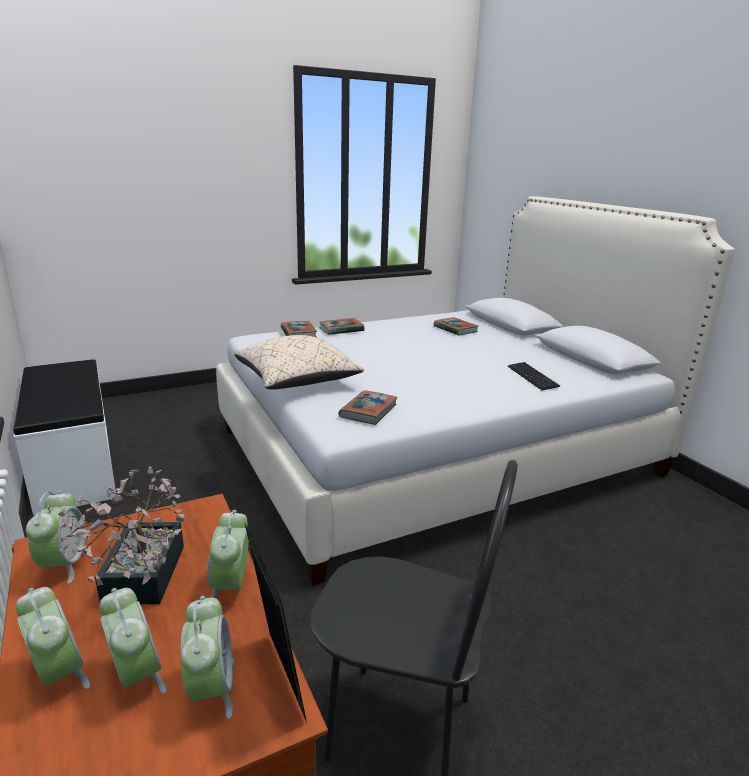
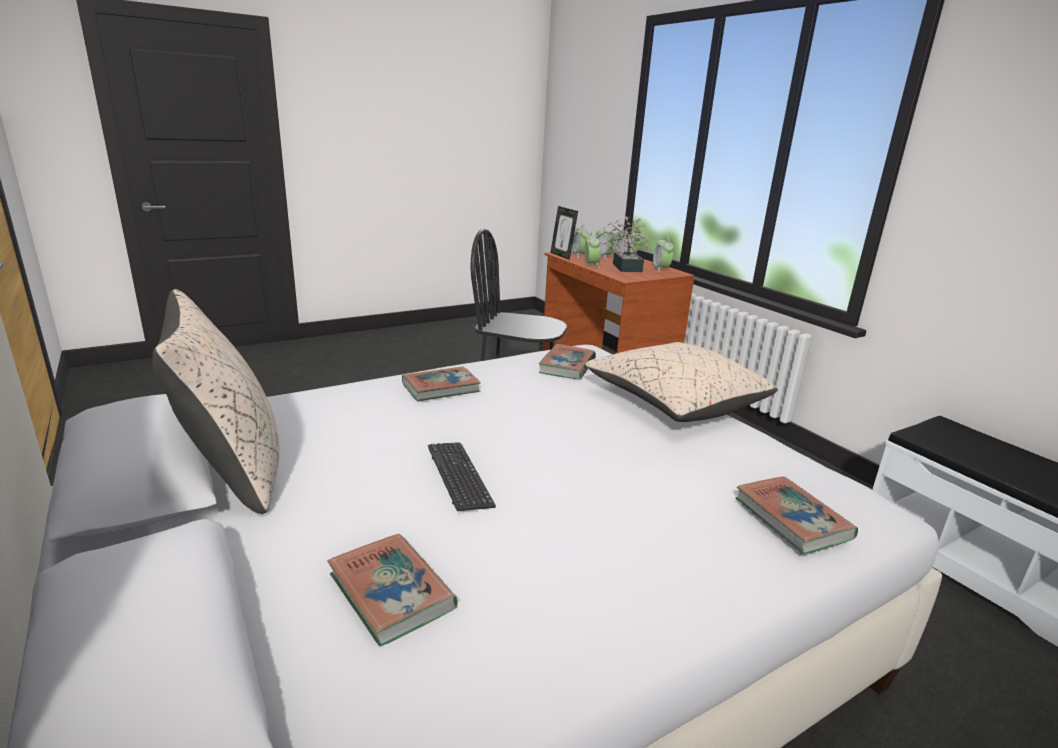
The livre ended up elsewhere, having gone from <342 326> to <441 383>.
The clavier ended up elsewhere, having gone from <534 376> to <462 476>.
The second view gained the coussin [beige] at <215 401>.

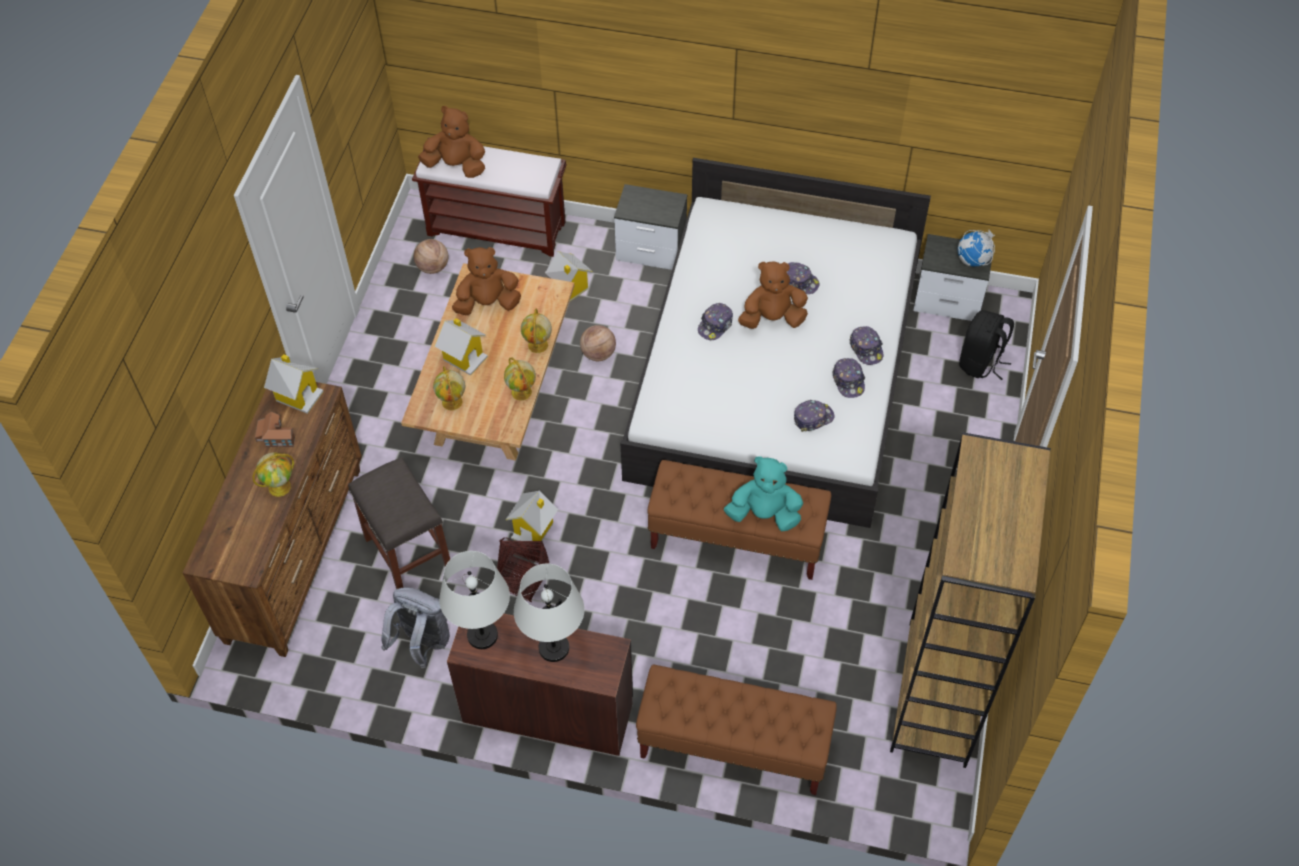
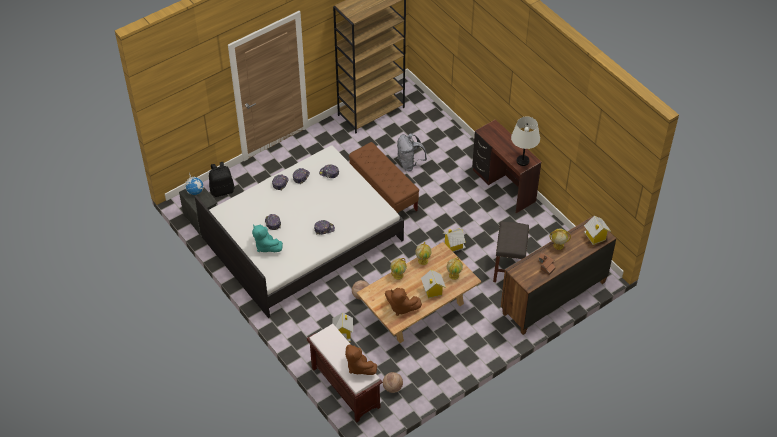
The second view lost the table de chevet at <650 227>.
The second view lost the peluche [marron] at <773 295>.
The maison miniature ended up elsewhere, having gone from <294 384> to <597 230>.
The peluche [turquoise] ended up elsewhere, having gone from <763 493> to <267 238>.
The second view lost the panier at <523 569>.
The second view lost the lampe de table [blanc] at <549 613>.
The sac à dos [gris] ended up elsewhere, having gone from <415 628> to <412 152>.
The second view lost the banc [marron] at <736 730>.

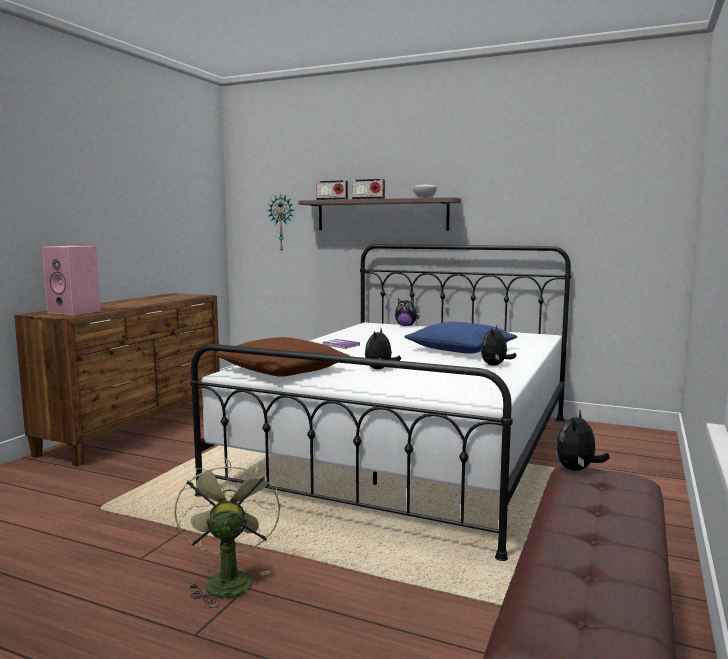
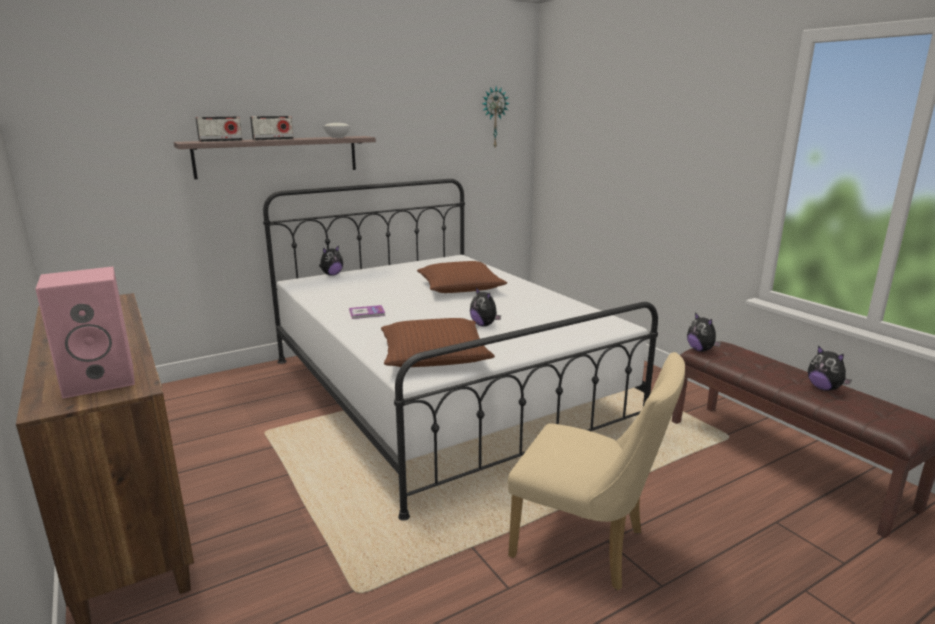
The horloge murale ended up elsewhere, having gone from <280 223> to <495 116>.
What was the coussin [bleu] at <460 338> turned into the coussin [marron] at <462 277>.
The peluche ended up elsewhere, having gone from <499 345> to <830 368>.
Where the ventilateur [vert] stood at <227 533>, the chaise [beige] came to stand at <596 471>.

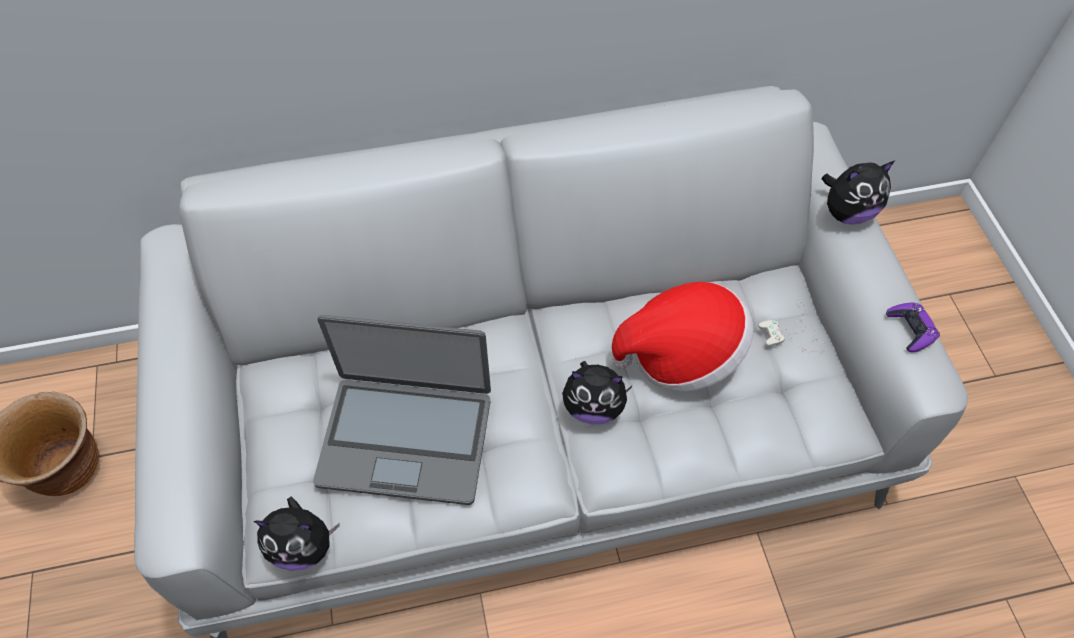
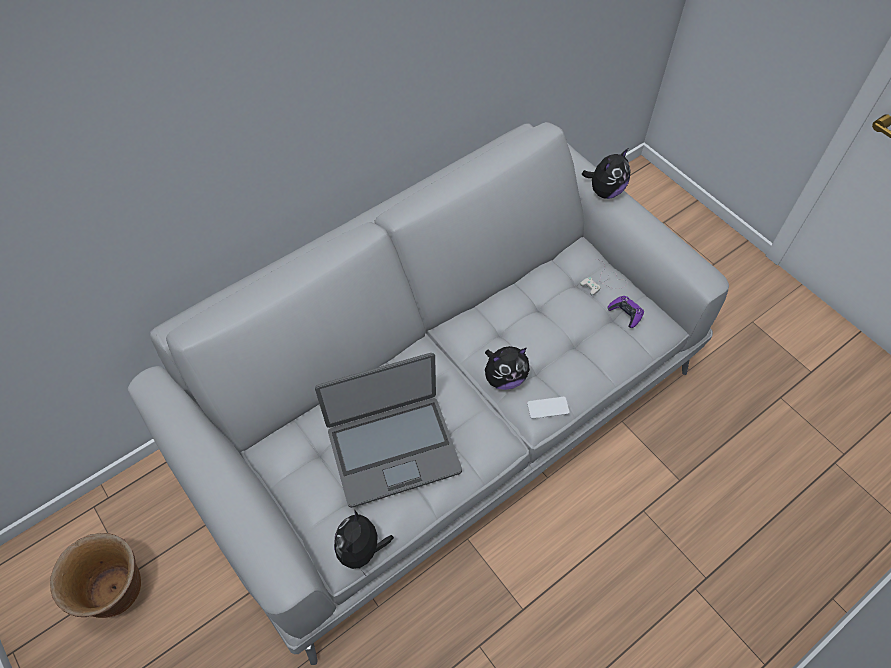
The second view lost the chapeau at <682 336>.
The manette [violet] ended up elsewhere, having gone from <913 327> to <626 312>.
The peluche at <296 534> ended up facing another way, 120 degrees clockwise from before.
The second view gained the téléphone at <548 408>.

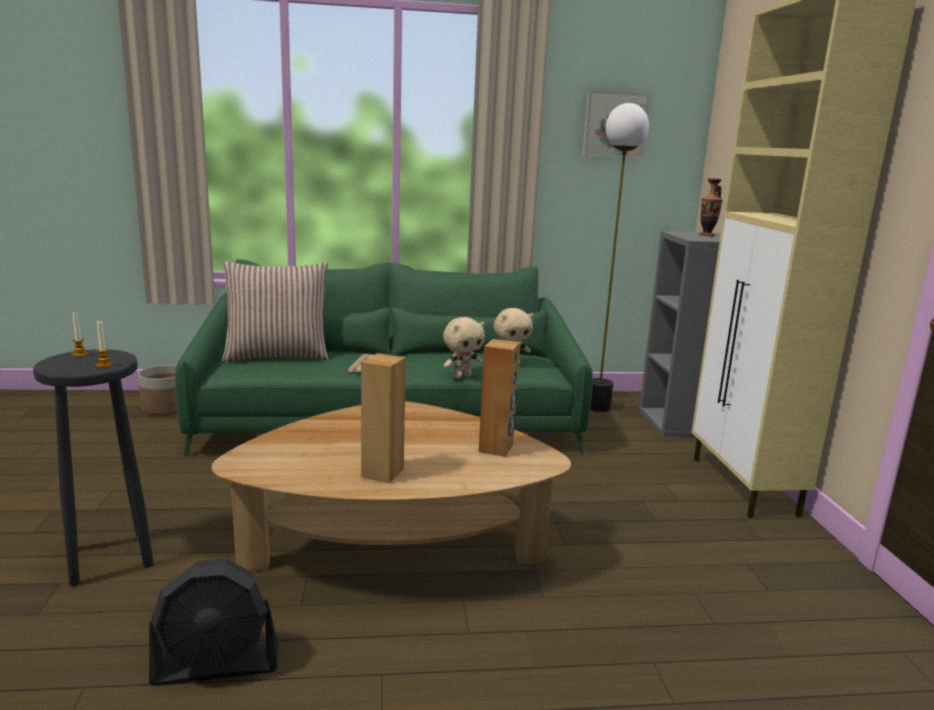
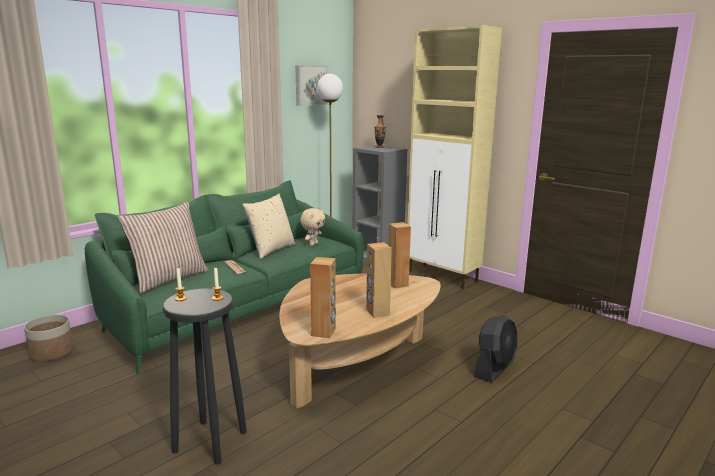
The second view lost the peluche [beige] at <464 348>.
The ventilateur [noir] ended up elsewhere, having gone from <213 622> to <495 349>.
The second view gained the coussin [beige] at <268 226>.
The second view gained the enceinte [marron] at <323 297>.

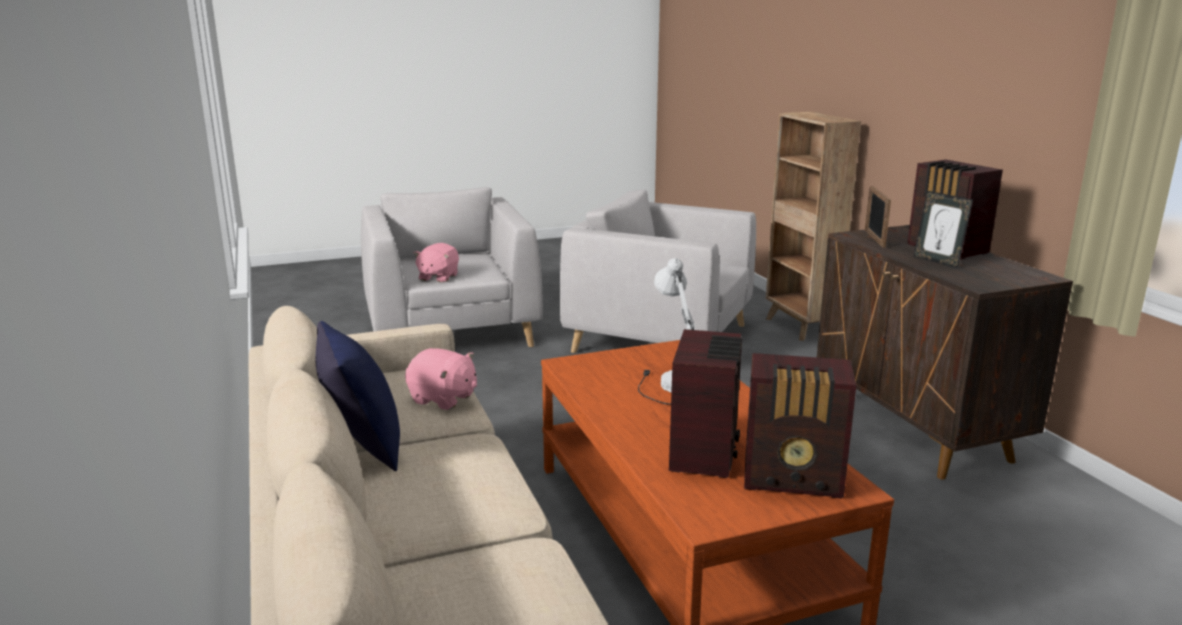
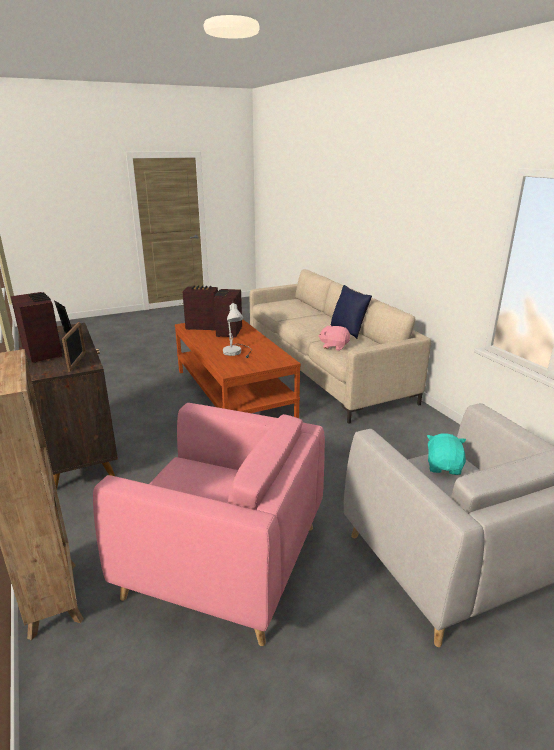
What was the fauteuil [gris] at <658 271> turned into the fauteuil [rose] at <209 524>.
What was the peluche [rose] at <436 263> turned into the peluche [turquoise] at <446 454>.

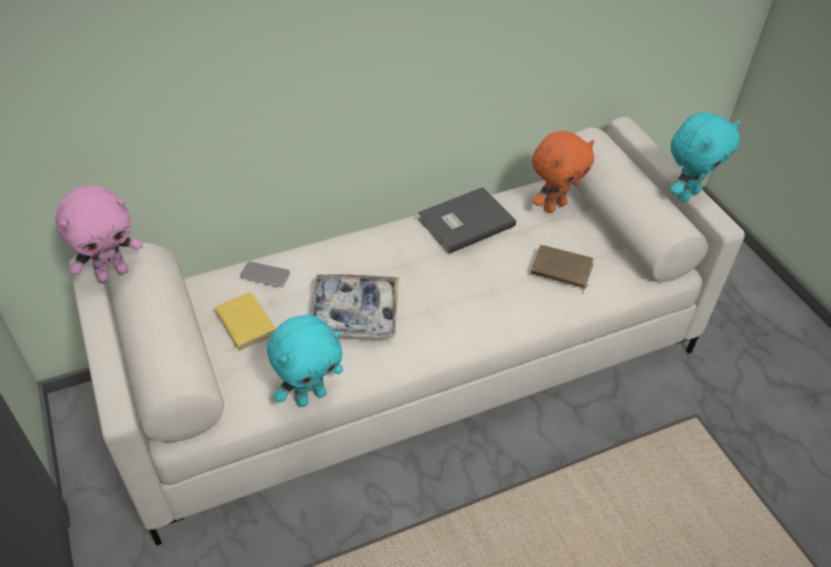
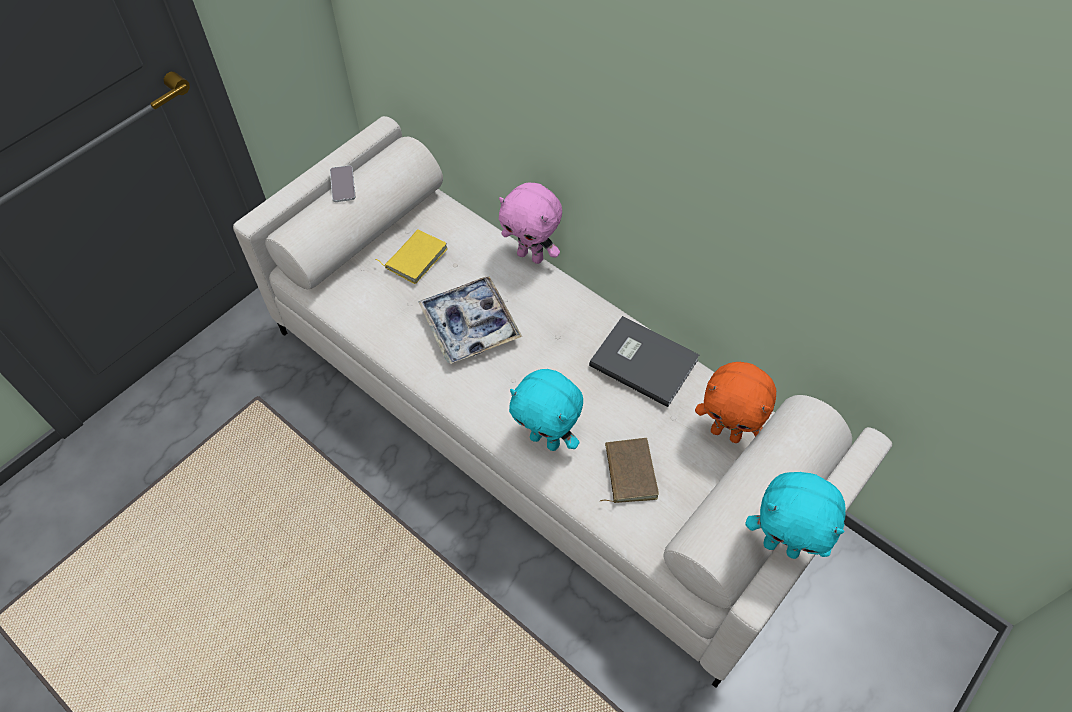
The peluche [rose] ended up elsewhere, having gone from <99 234> to <530 223>.
The téléphone ended up elsewhere, having gone from <265 274> to <342 183>.
The peluche [turquoise] ended up elsewhere, having gone from <305 361> to <546 410>.

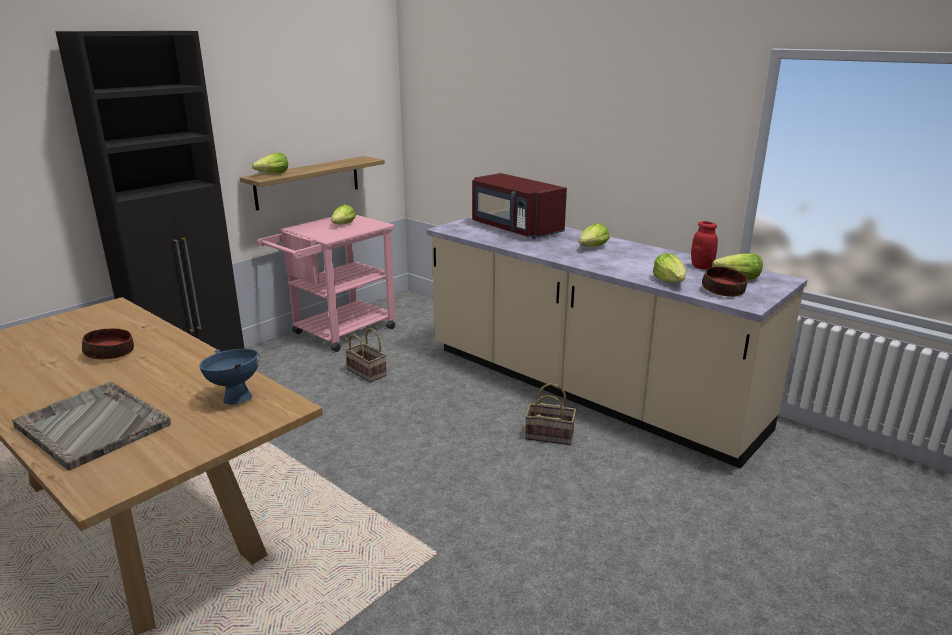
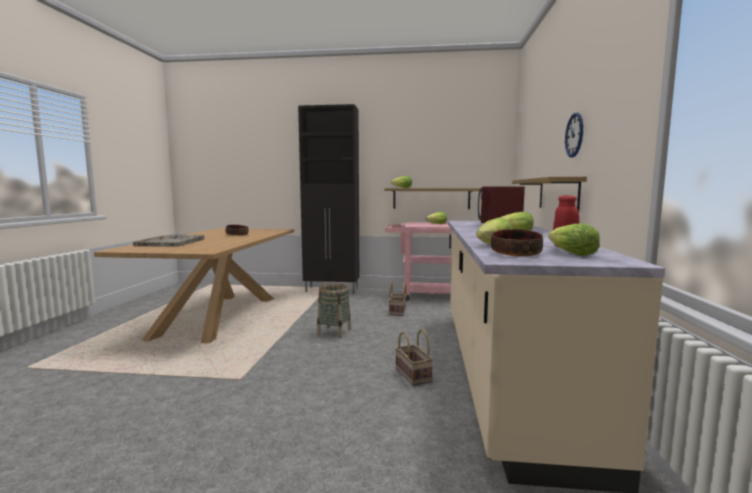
The second view lost the bol [bleu] at <229 377>.
The second view gained the horloge murale at <574 135>.
The second view gained the étagère at <549 194>.
The second view gained the panier at <334 311>.

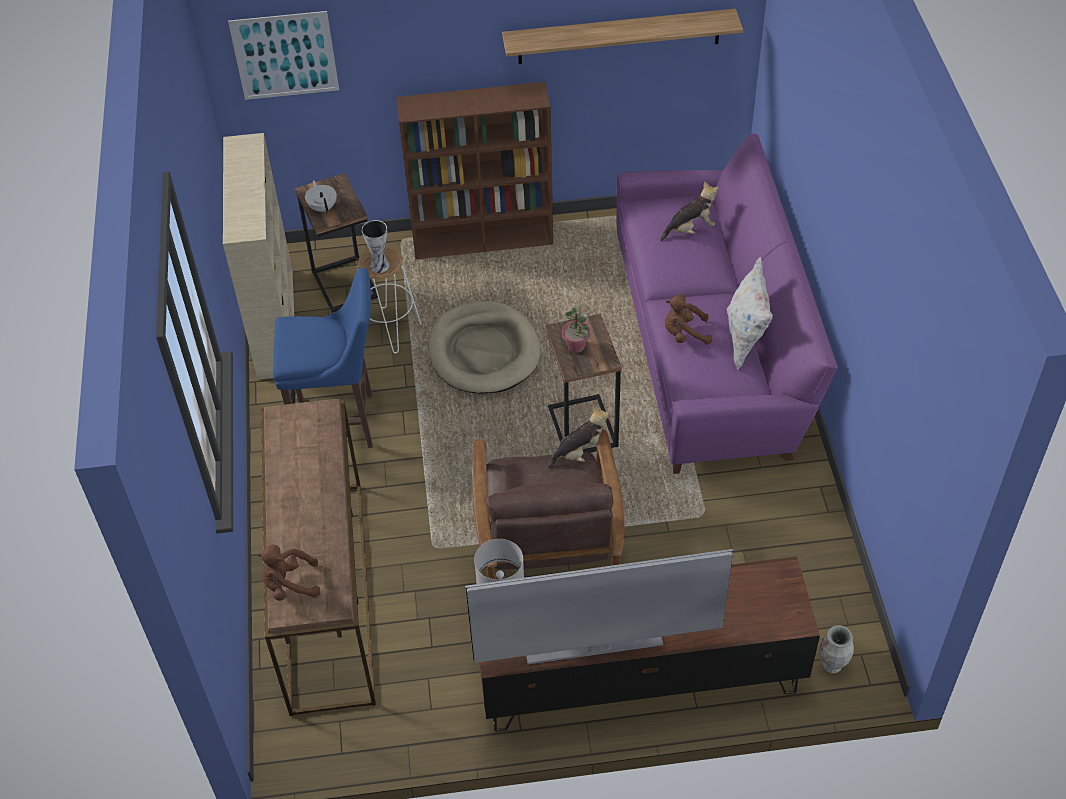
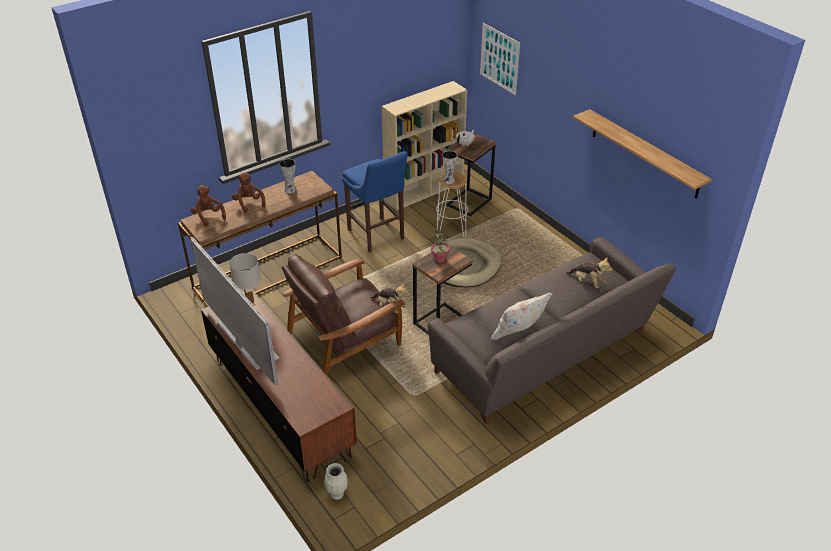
The second view lost the bibliothèque [marron] at <474 170>.
What was the canapé [violet] at <727 304> turned into the canapé [gris] at <551 330>.
The peluche [marron] ended up elsewhere, having gone from <688 319> to <249 193>.
The second view gained the vase at <288 176>.

